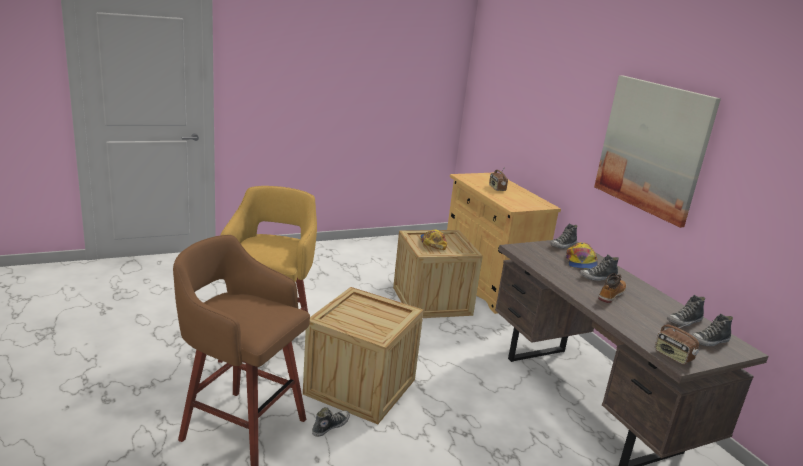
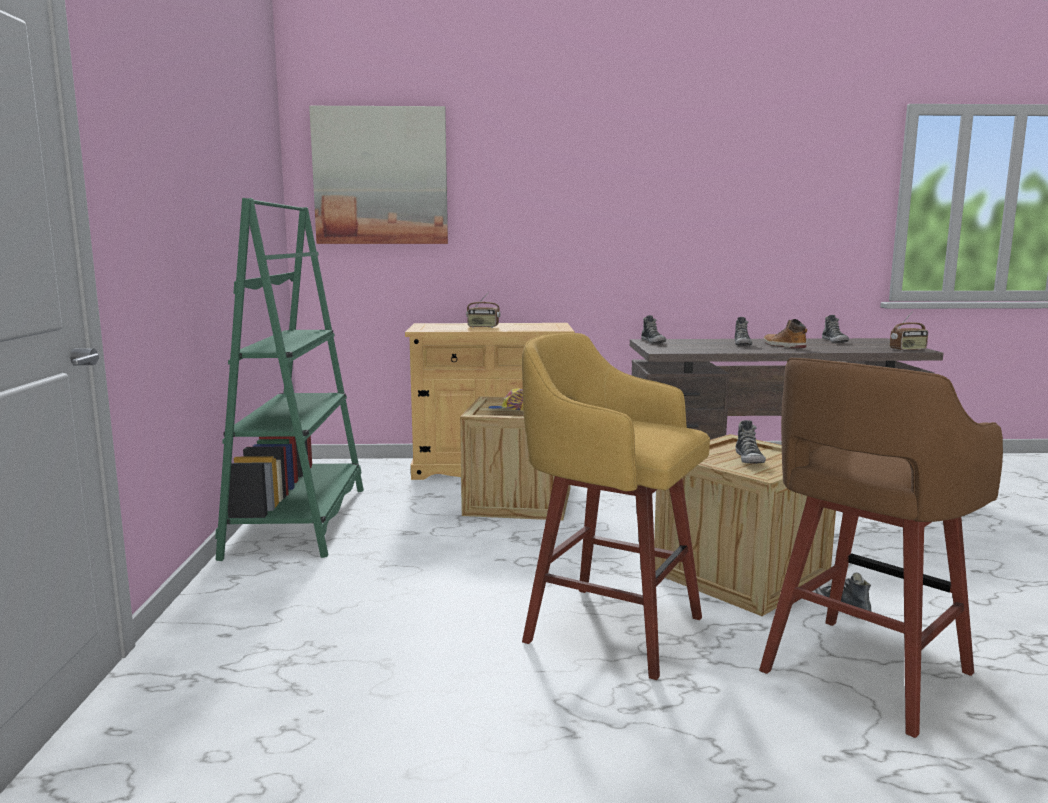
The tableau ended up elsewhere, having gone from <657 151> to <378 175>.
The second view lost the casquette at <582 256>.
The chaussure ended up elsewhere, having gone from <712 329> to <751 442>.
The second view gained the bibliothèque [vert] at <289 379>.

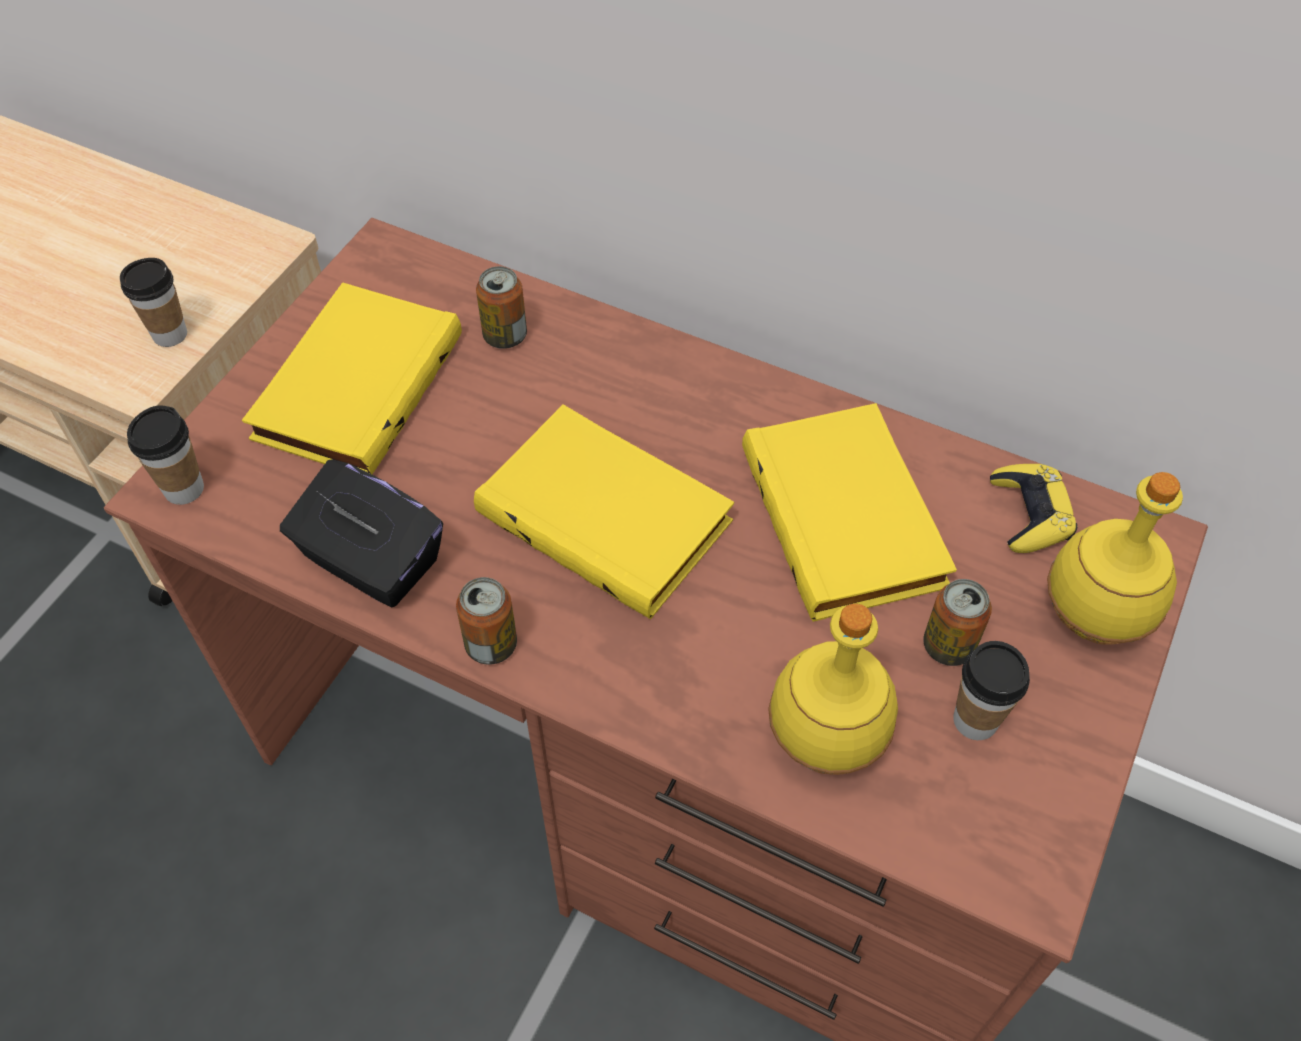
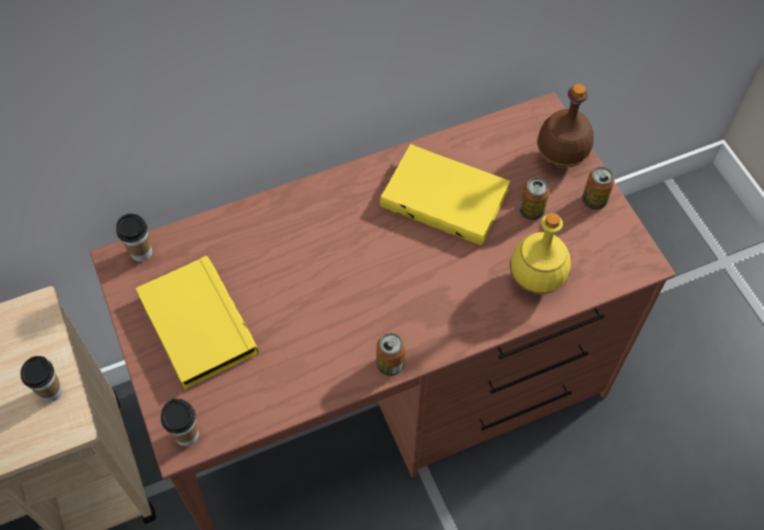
The boîte métallique ended up elsewhere, having gone from <501 307> to <598 188>.
The second view lost the livre [jaune] at <604 511>.
The second view lost the boîte à mouchoirs [noir] at <361 533>.
The second view lost the manette [jaune] at <1033 508>.
What was the bouteille [jaune] at <1115 558> turned into the bouteille [marron] at <565 126>.
The tasse ended up elsewhere, having gone from <991 690> to <134 237>.

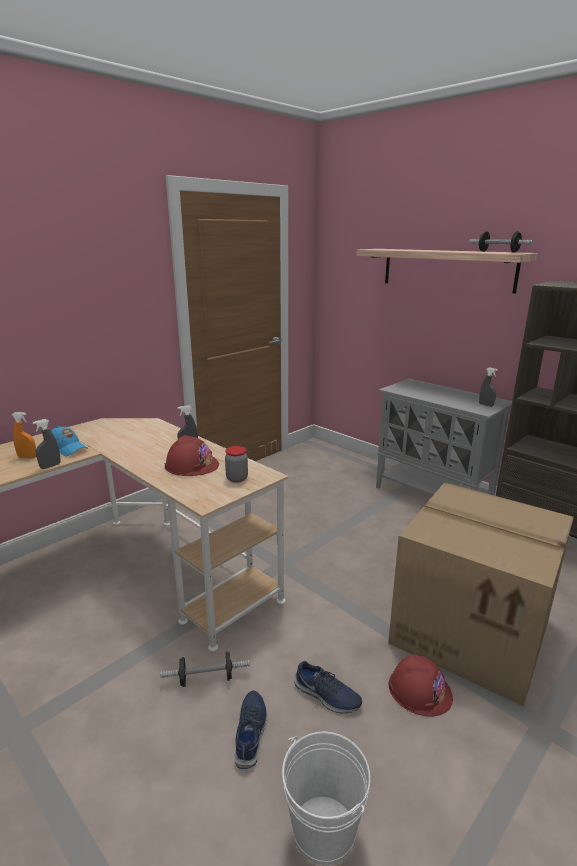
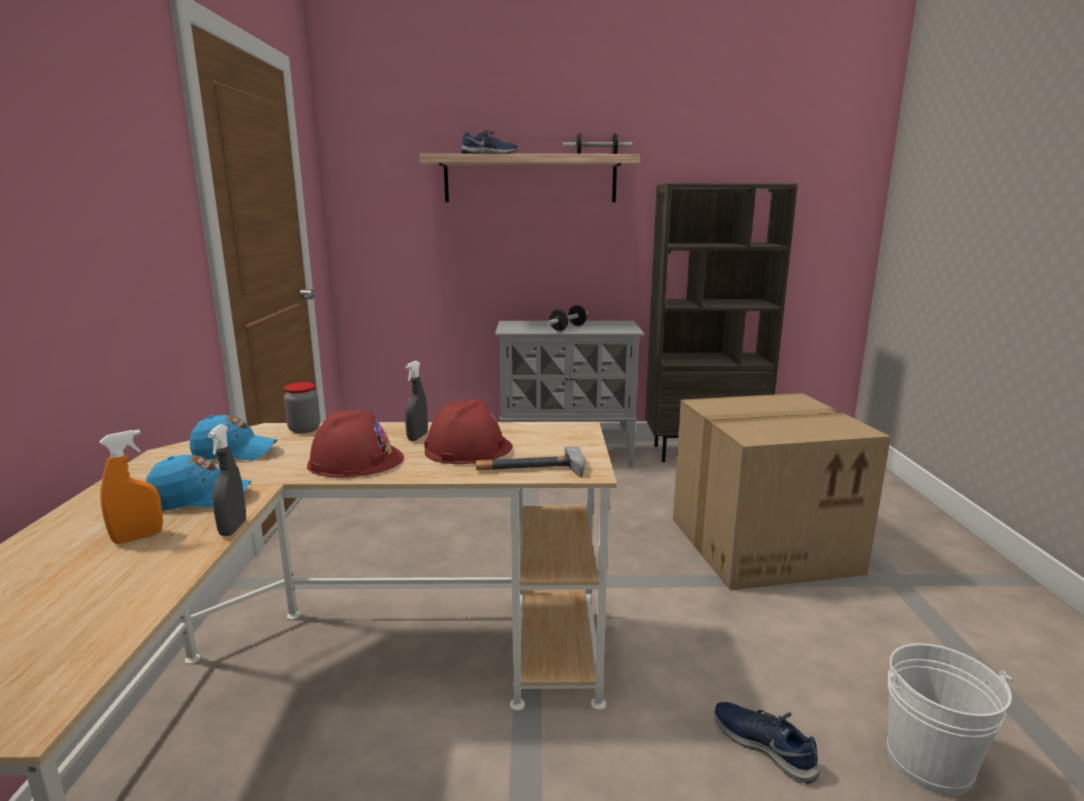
The second view lost the vaporisateur [gris] at <488 387>.
The bocal ended up elsewhere, having gone from <236 464> to <302 407>.
The haltère ended up elsewhere, having gone from <205 669> to <567 318>.
The casque de chantier [rouge] ended up elsewhere, having gone from <421 685> to <355 443>.
The chaussure [bleu] ended up elsewhere, having gone from <328 687> to <489 142>.
The second view gained the casquette [bleu] at <233 438>.
The second view gained the marteau at <530 462>.

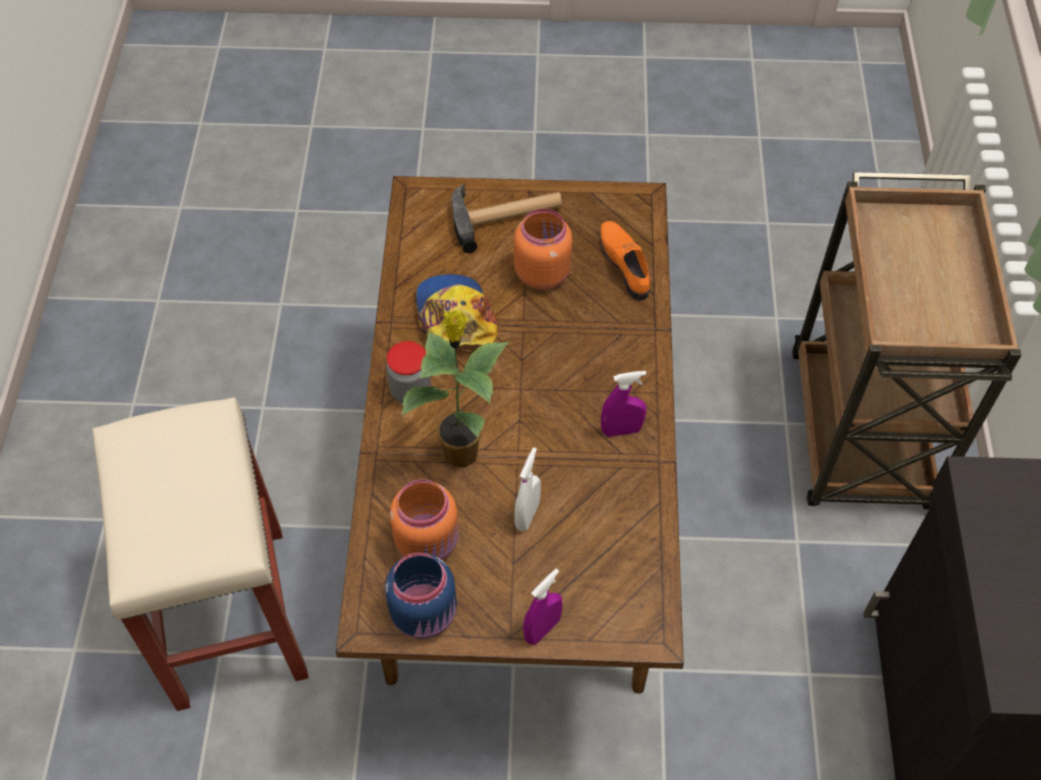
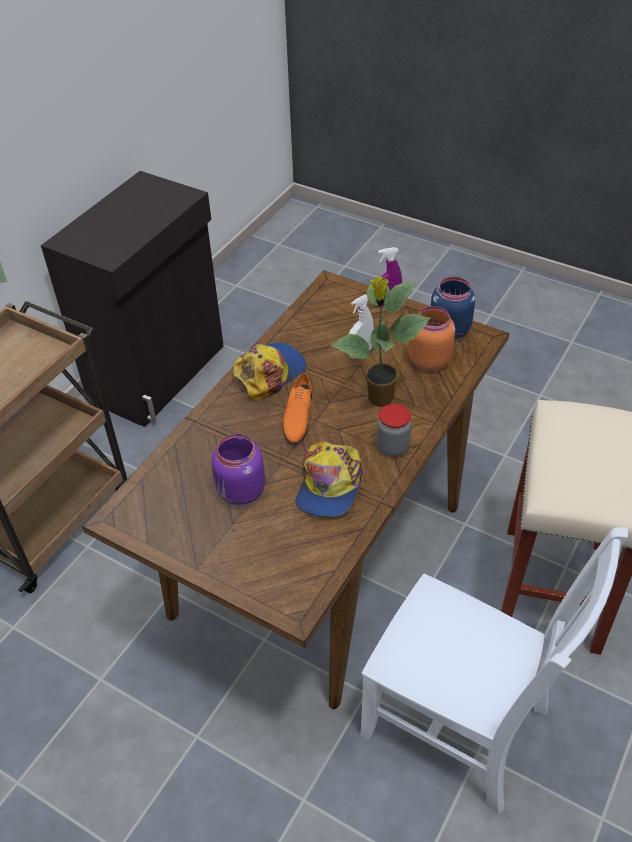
The second view lost the marteau at <507 218>.
What was the bocal [orange] at <543 249> turned into the bocal [violet] at <238 469>.
The chaussure [orange] ended up elsewhere, having gone from <624 261> to <297 409>.
Where the vaporisateur [violet] stood at <624 404>, the casquette came to stand at <270 371>.
The second view gained the chaise [blanc] at <494 671>.

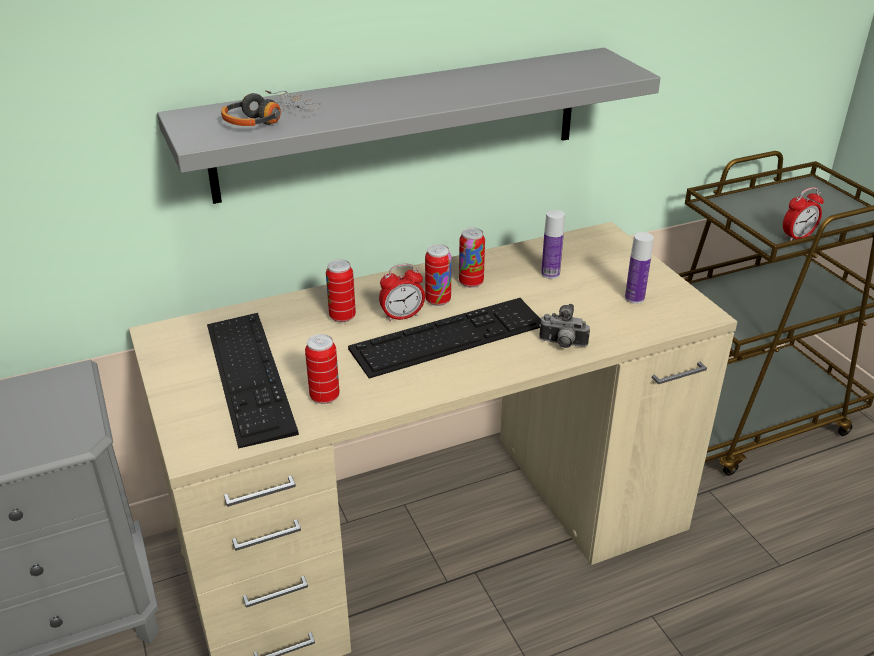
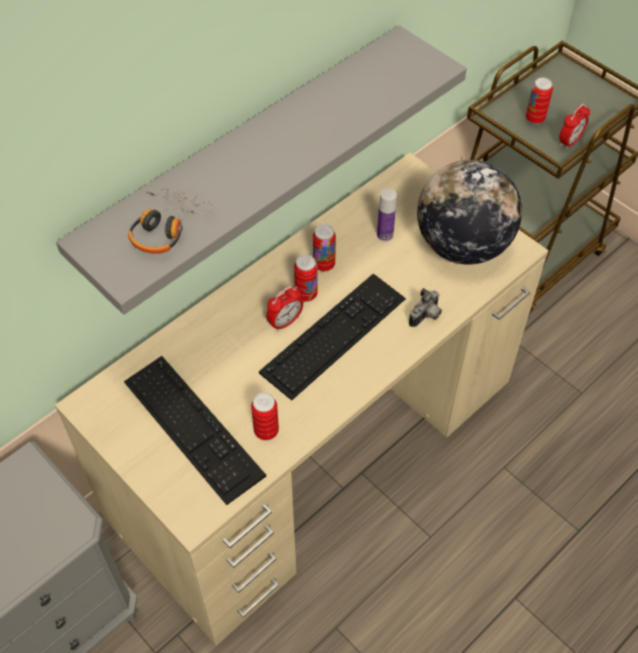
Where the bouteille stood at <639 268>, the globe came to stand at <469 212>.
The boîte métallique ended up elsewhere, having gone from <341 291> to <539 100>.
The appareil photo at <564 326> ended up facing another way, 45 degrees counterclockwise from before.

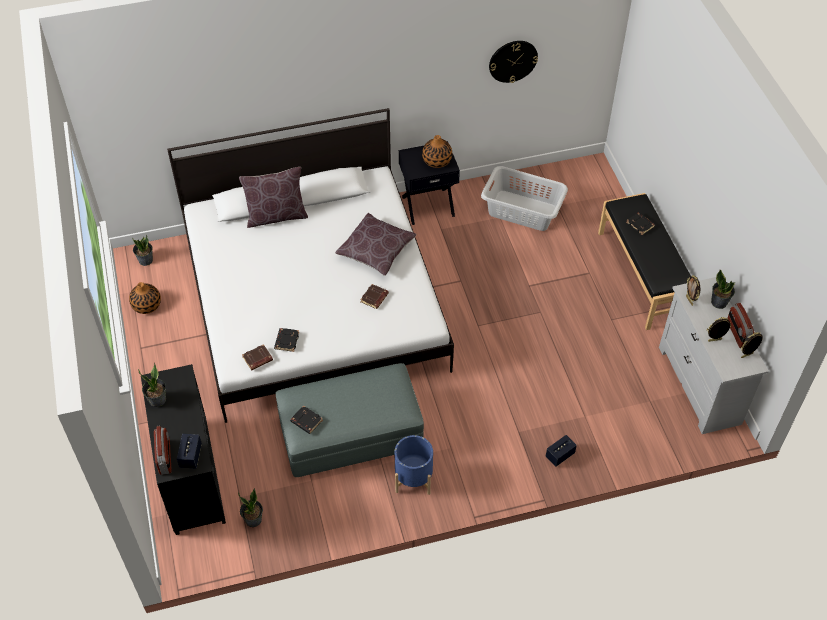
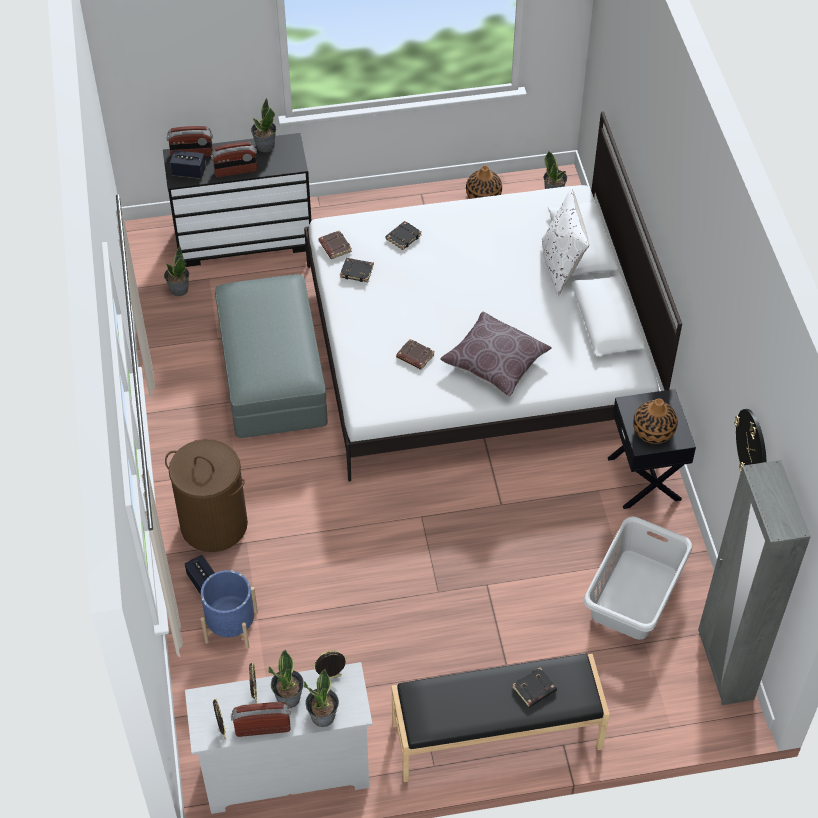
What was the coussin [marron] at <273 197> turned into the coussin [blanc] at <565 242>.
The livre [noir] ended up elsewhere, having gone from <306 419> to <404 235>.
The cache-pot [bleu] ended up elsewhere, having gone from <413 465> to <229 609>.
The second view gained the radio at <234 159>.
The second view gained the panier à linge [marron] at <206 495>.
The second view gained the armoire [gris] at <754 582>.
The second view gained the plante en pot at <286 678>.

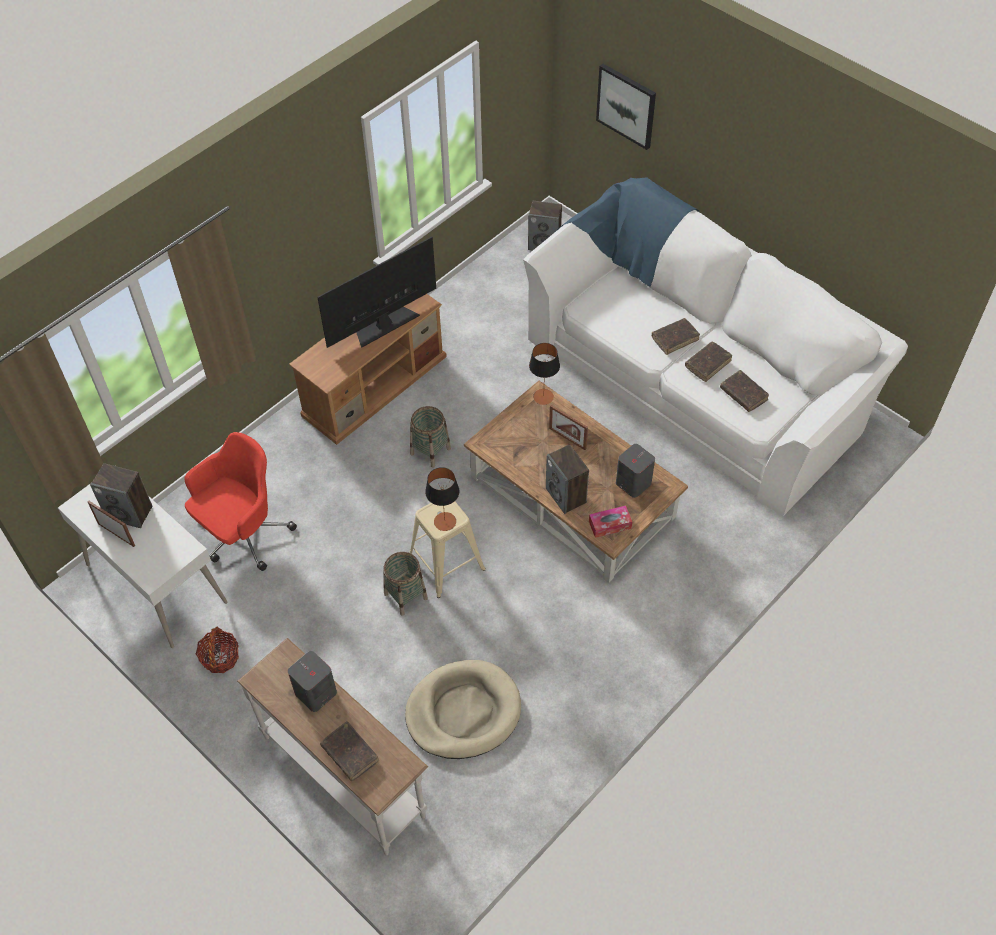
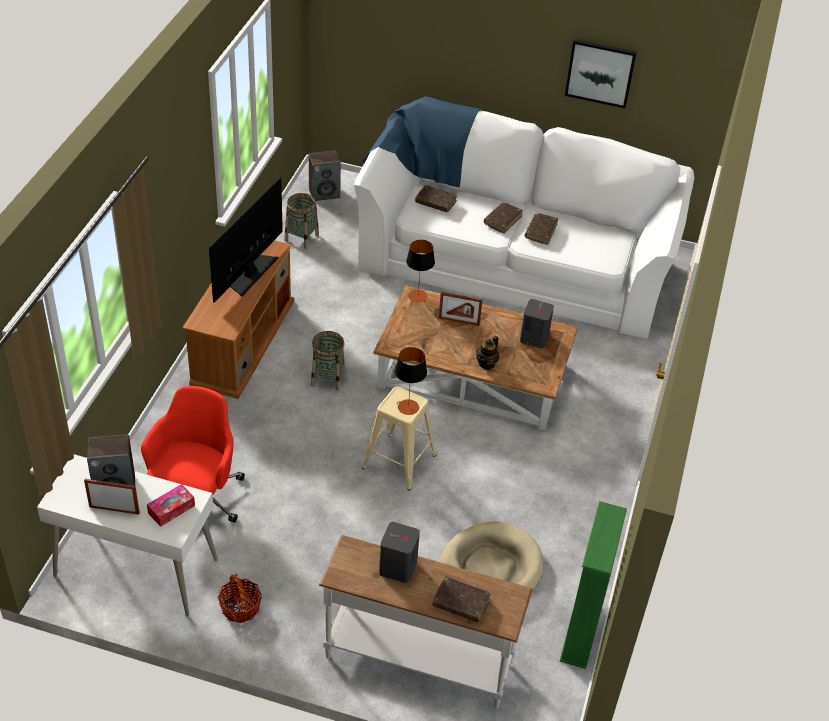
The tableau ended up elsewhere, having gone from <626 107> to <601 73>.
The livre [marron] ended up elsewhere, having gone from <744 391> to <436 198>.
Where the enceinte stood at <567 479>, the théière came to stand at <487 353>.
The boîte à mouchoirs ended up elsewhere, having gone from <610 522> to <171 505>.
The panier ended up elsewhere, having gone from <405 583> to <301 221>.
The second view gained the bibliothèque [vert] at <593 585>.

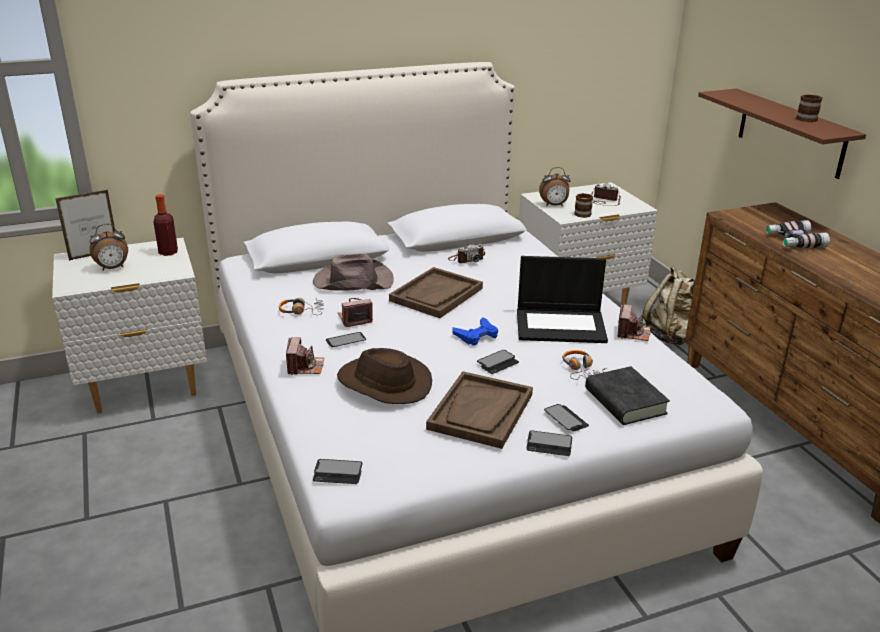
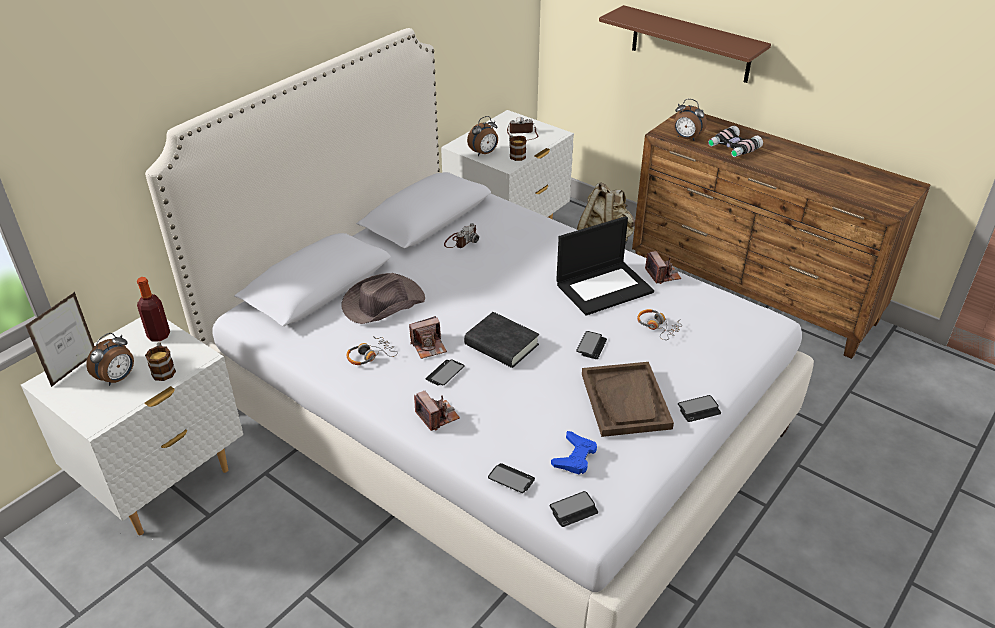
The mug ended up elsewhere, having gone from <809 108> to <160 361>.
The second view lost the plateau [marron] at <436 292>.
The appareil photo at <355 312> ended up facing another way, 150 degrees counterclockwise from before.
The manette [bleu] ended up elsewhere, having gone from <475 331> to <574 452>.
The second view lost the chapeau [marron] at <384 376>.
The livre [noir] ended up elsewhere, having gone from <627 395> to <501 340>.
The téléphone ended up elsewhere, having gone from <566 417> to <511 478>.
The second view gained the réveil at <690 120>.

